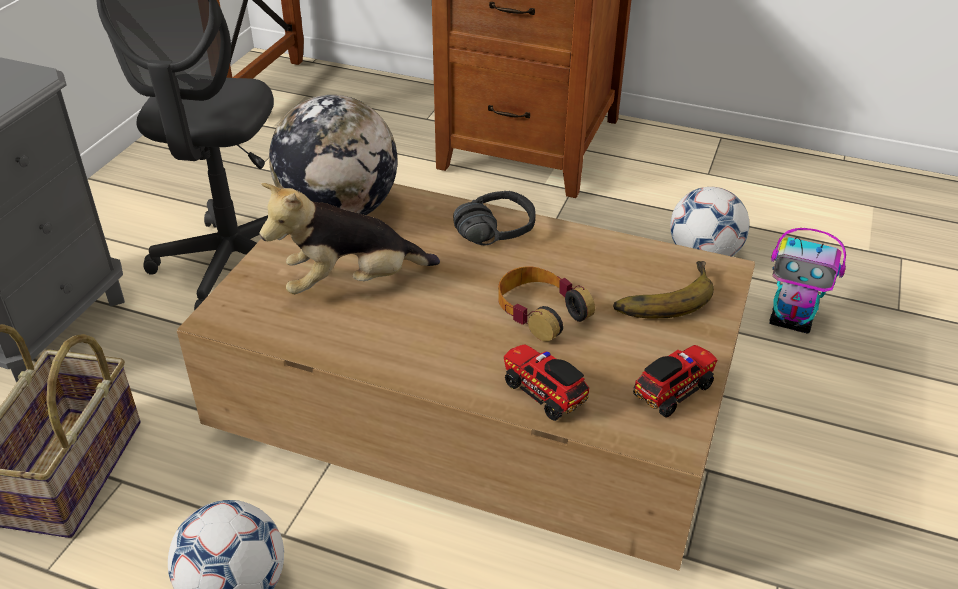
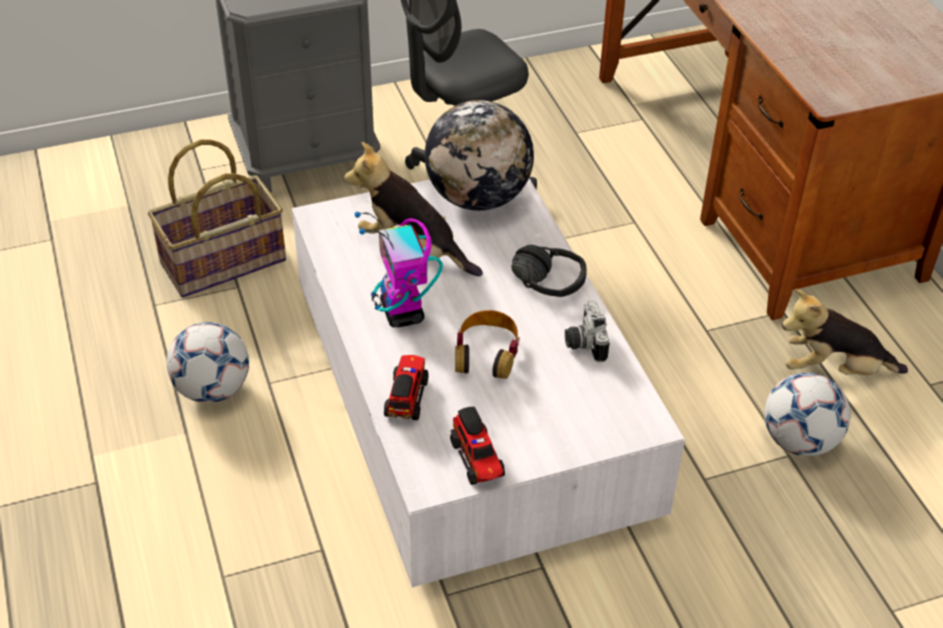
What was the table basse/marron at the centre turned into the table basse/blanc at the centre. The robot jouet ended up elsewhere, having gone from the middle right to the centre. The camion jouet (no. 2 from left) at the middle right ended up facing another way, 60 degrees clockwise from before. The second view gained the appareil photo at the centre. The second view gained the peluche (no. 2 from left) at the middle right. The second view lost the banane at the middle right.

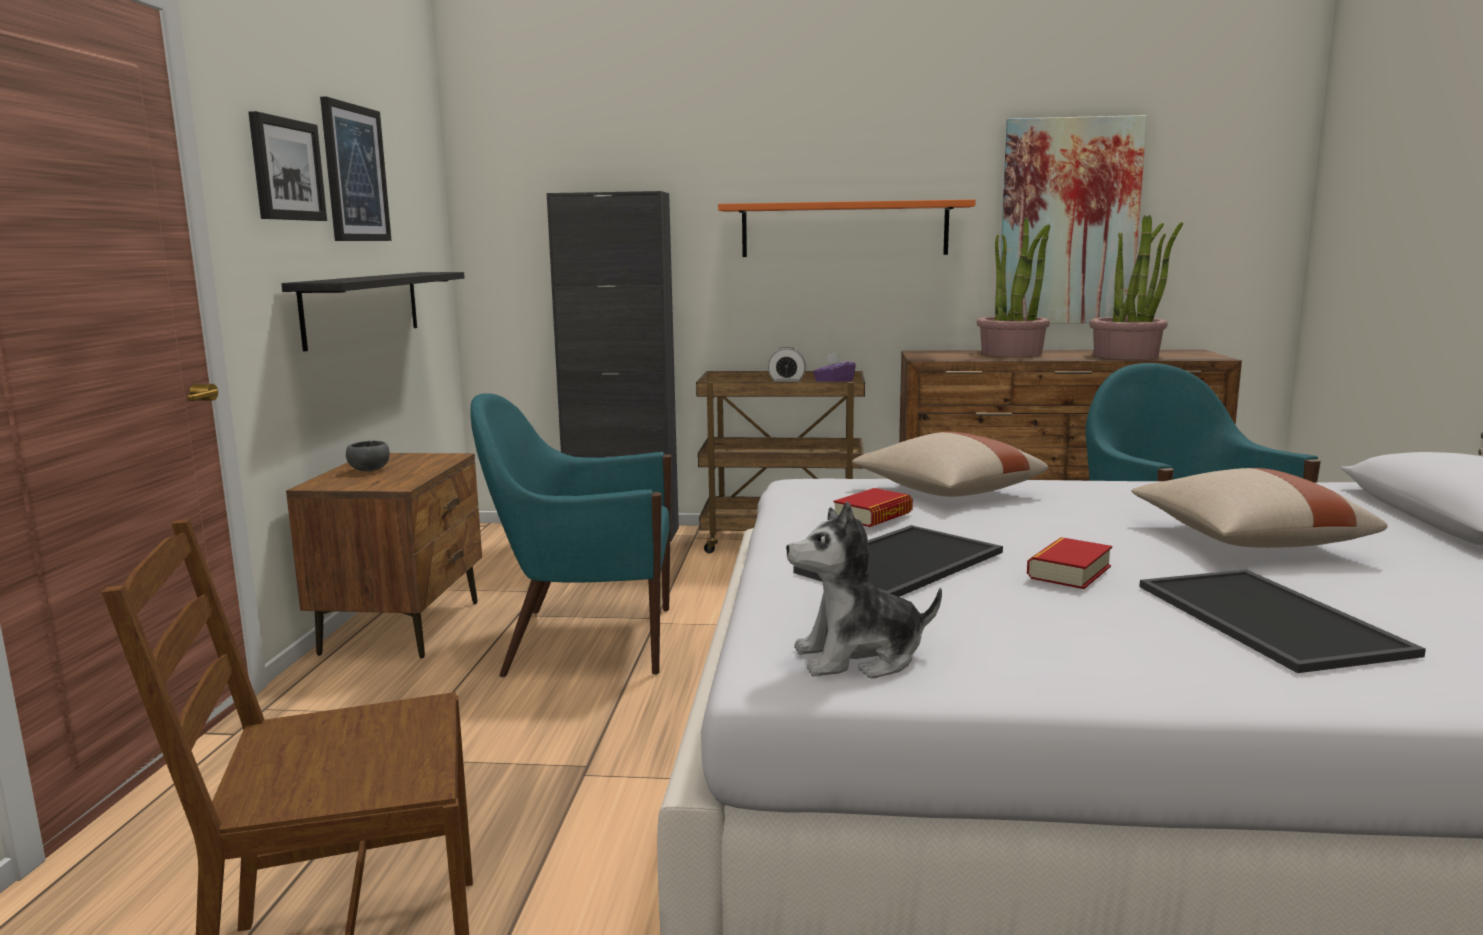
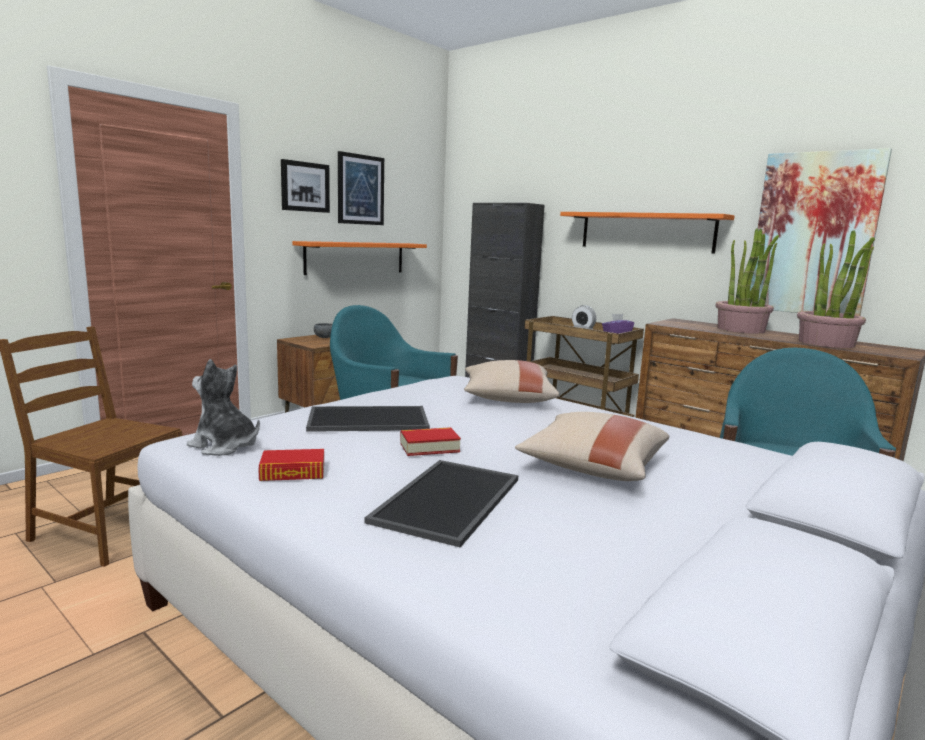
The livre (no. 1 from left) ended up elsewhere, having gone from the centre to the middle left. What was the étagère/noir at the top left turned into the étagère/orange (no. 1 from left) at the centre.

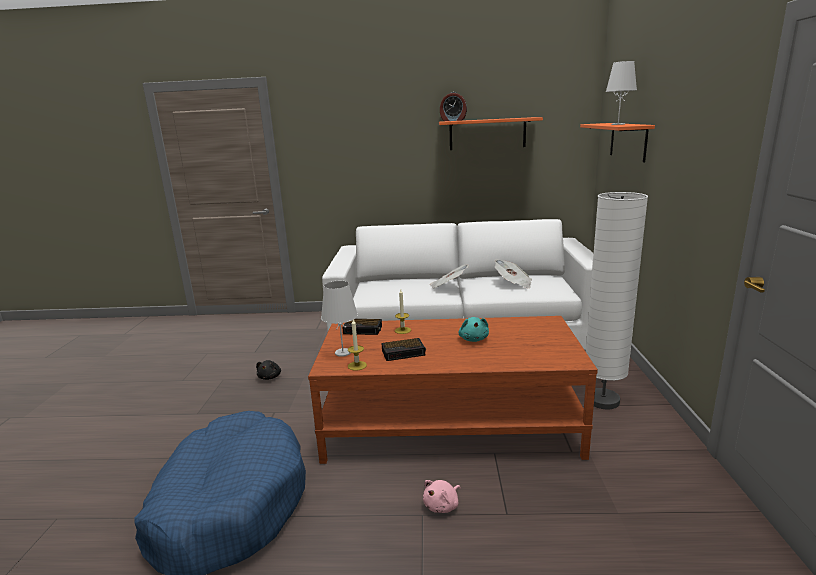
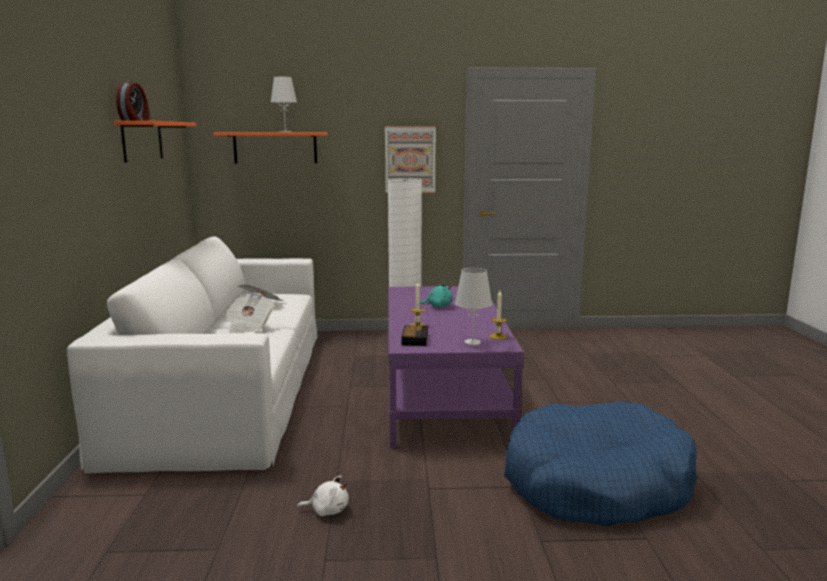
What was the peluche/noir at the middle left turned into the peluche/blanc at the bottom centre. The second view gained the tableau at the top centre. What was the table basse/marron at the bottom centre turned into the table basse/violet at the centre. The second view lost the réveil (no. 2 from left) at the centre. The second view lost the peluche/rose at the bottom centre.

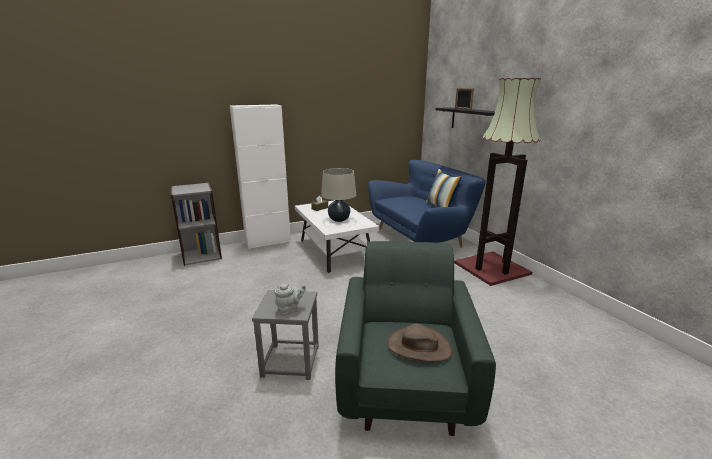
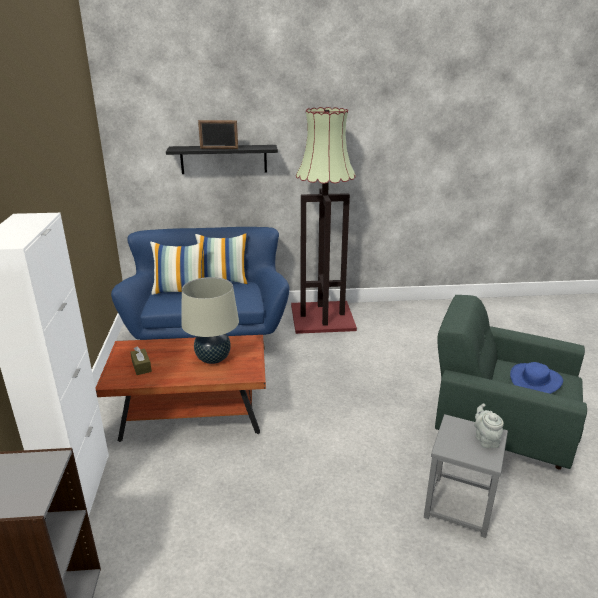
What was the table basse/blanc at the centre turned into the table basse/marron at the middle left. The second view gained the coussin (no. 1 from left) at the middle left. What was the chapeau/marron at the bottom centre turned into the chapeau/bleu at the middle right.

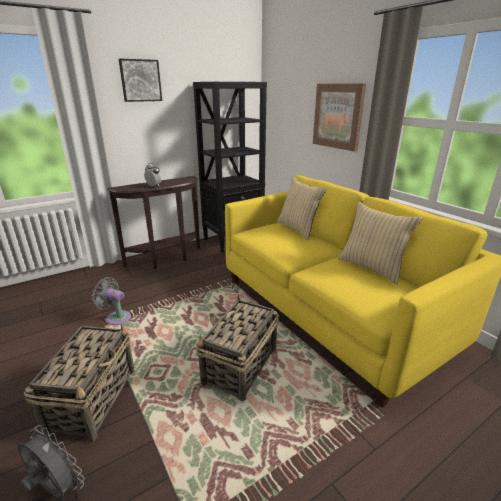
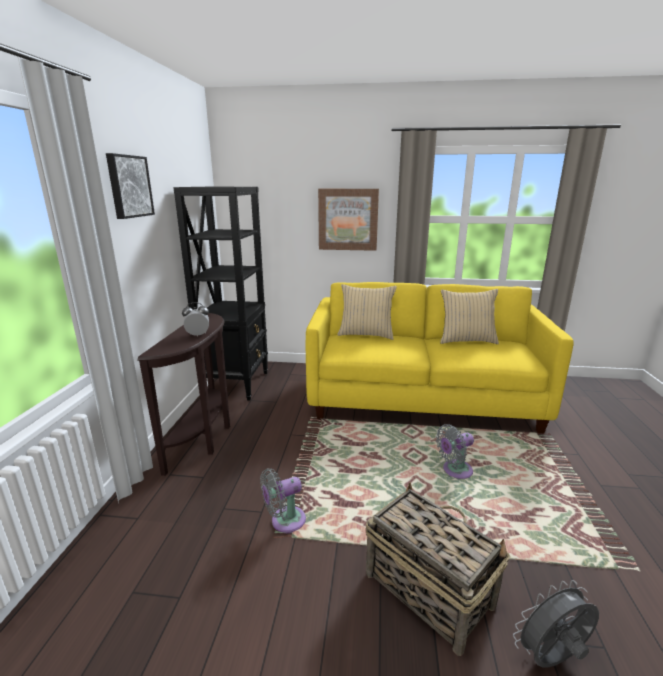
Where the panier (no. 2 from left) stood at the bottom centre, the ventilateur/gris (no. 2 from left) came to stand at the bottom right.

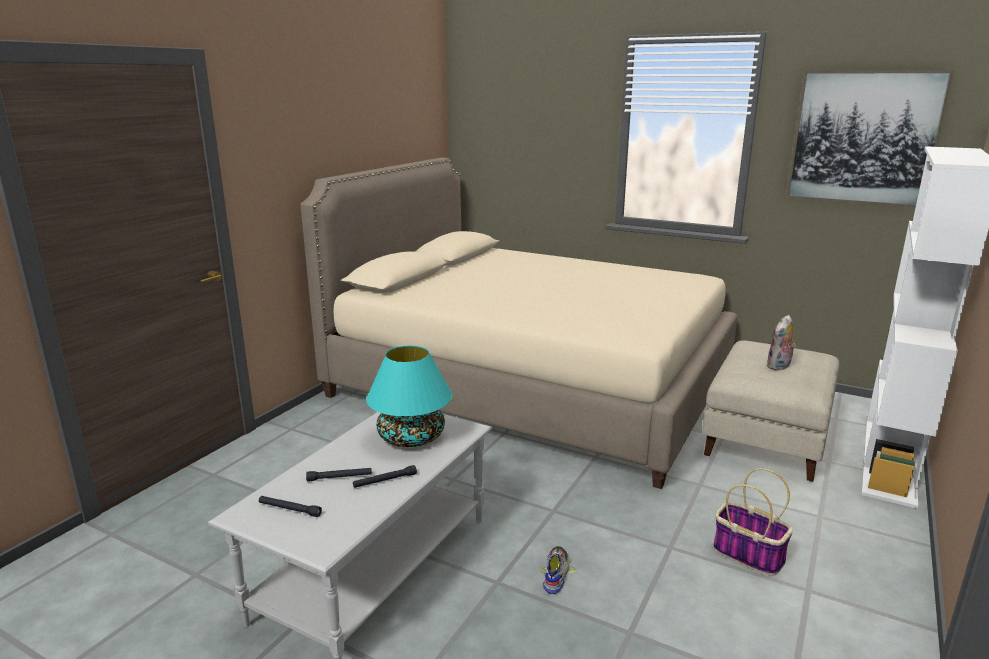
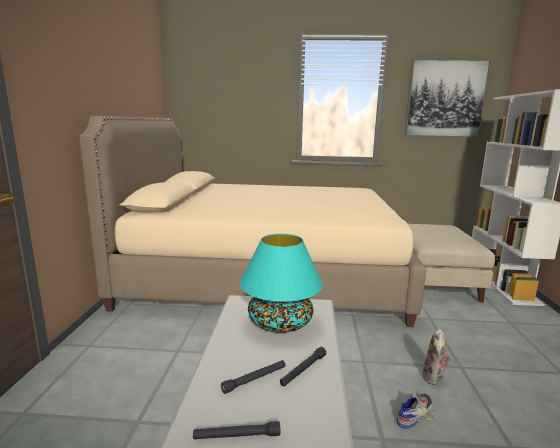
The chaussure at the bottom centre ended up facing another way, 60 degrees clockwise from before. The peluche ended up elsewhere, having gone from the middle right to the bottom right. The second view lost the panier at the bottom right.

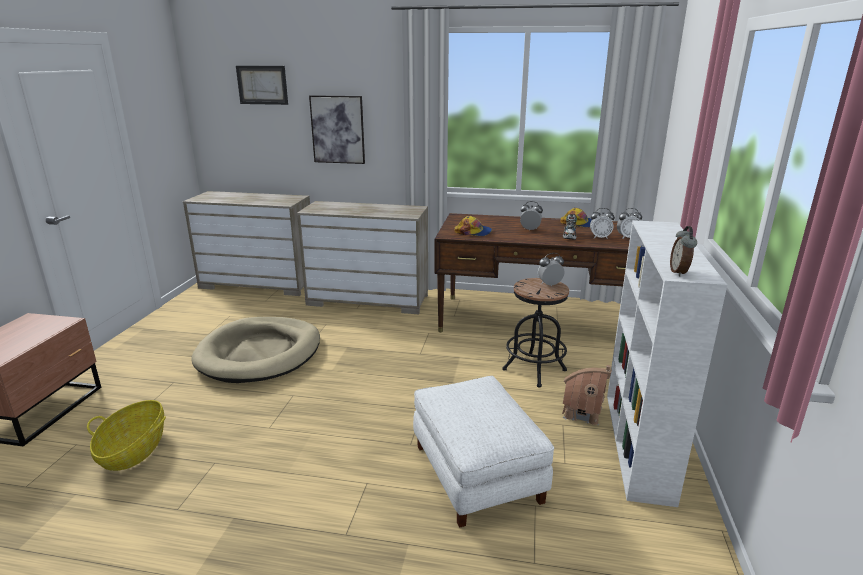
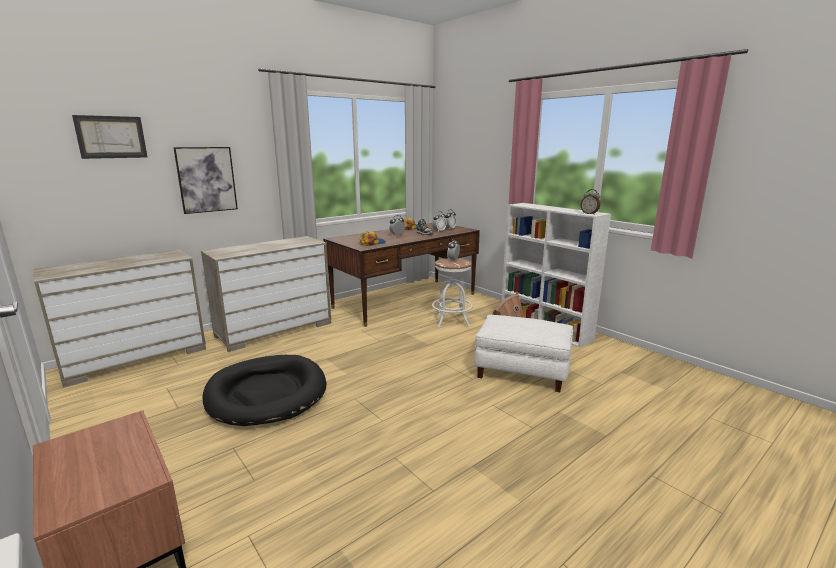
What was the panier pour chien/beige at the middle left turned into the panier pour chien/noir at the bottom left. What was the tabouret/noir at the centre turned into the tabouret/blanc at the centre. The second view lost the panier at the bottom left.

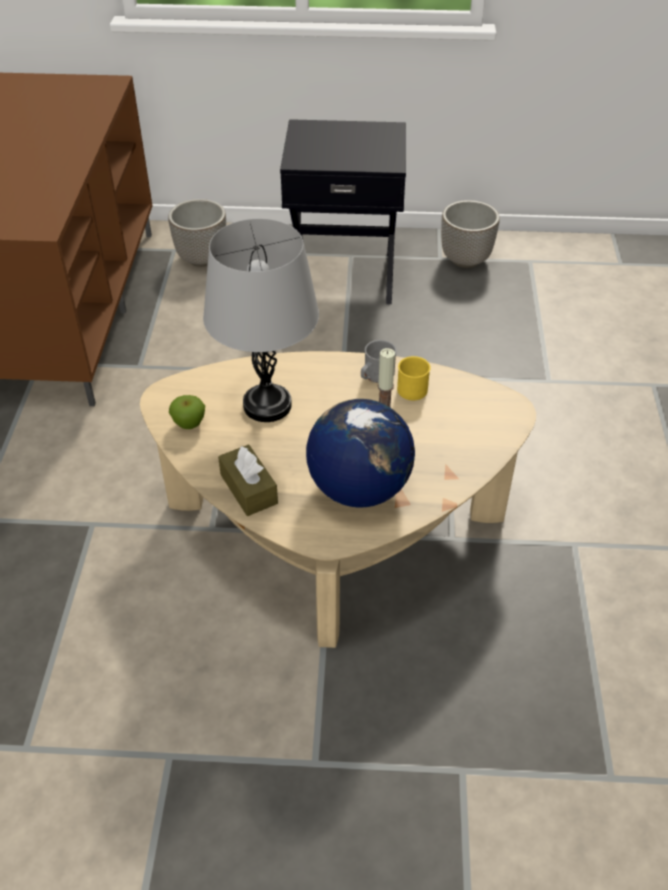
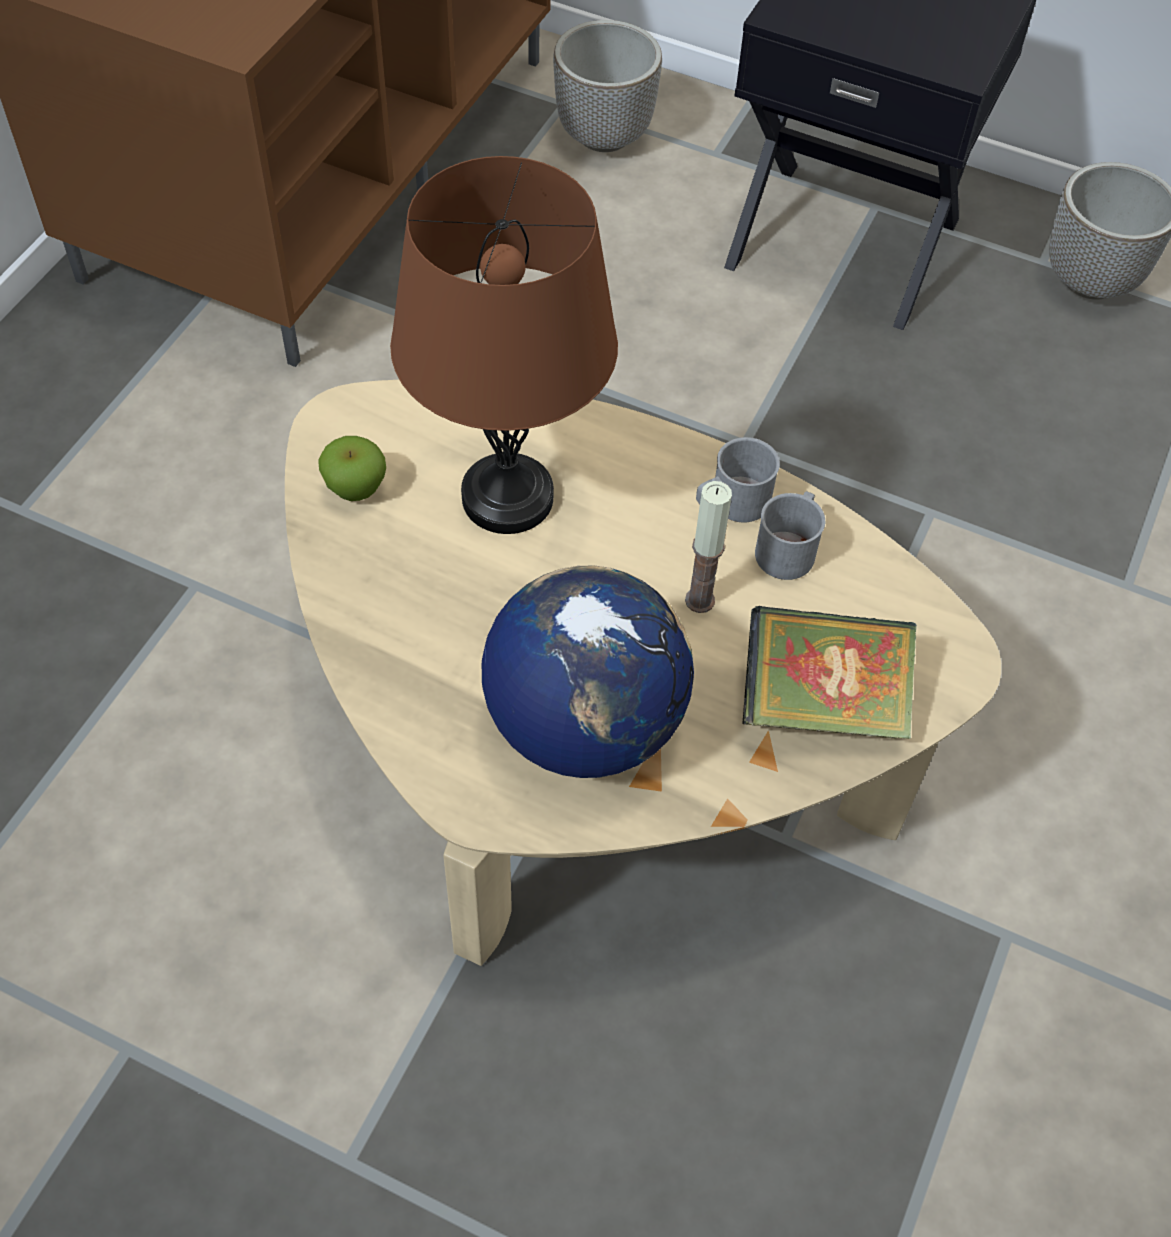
What was the lampe de table/gris at the centre turned into the lampe de table/marron at the top centre. The second view gained the livre at the middle right. What was the mug/jaune at the centre turned into the mug/gris (no. 2 from left) at the middle right. The second view lost the boîte à mouchoirs/marron at the centre.

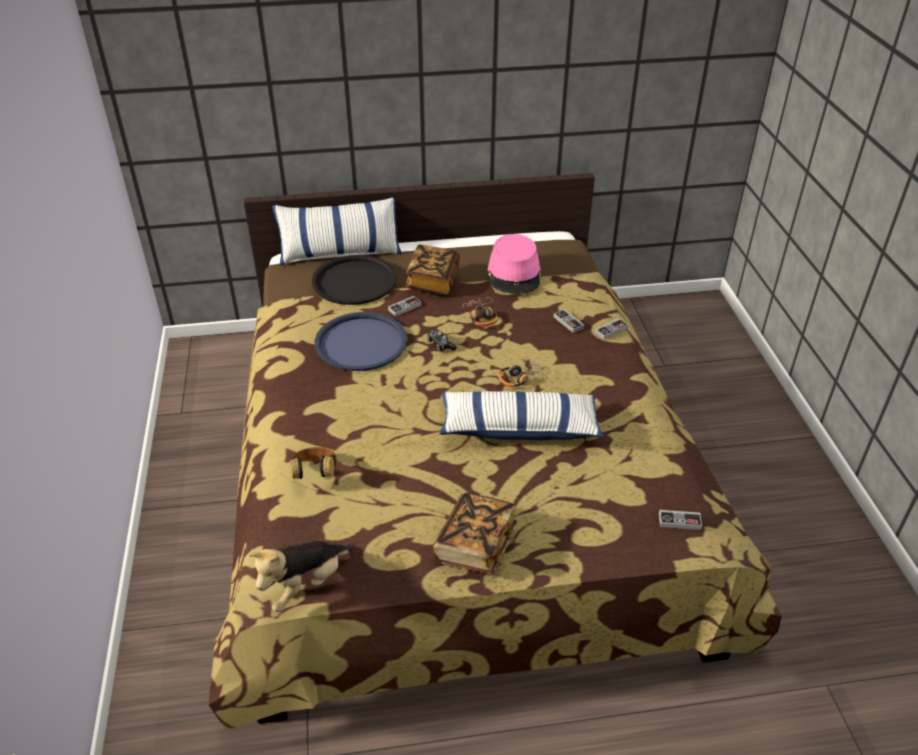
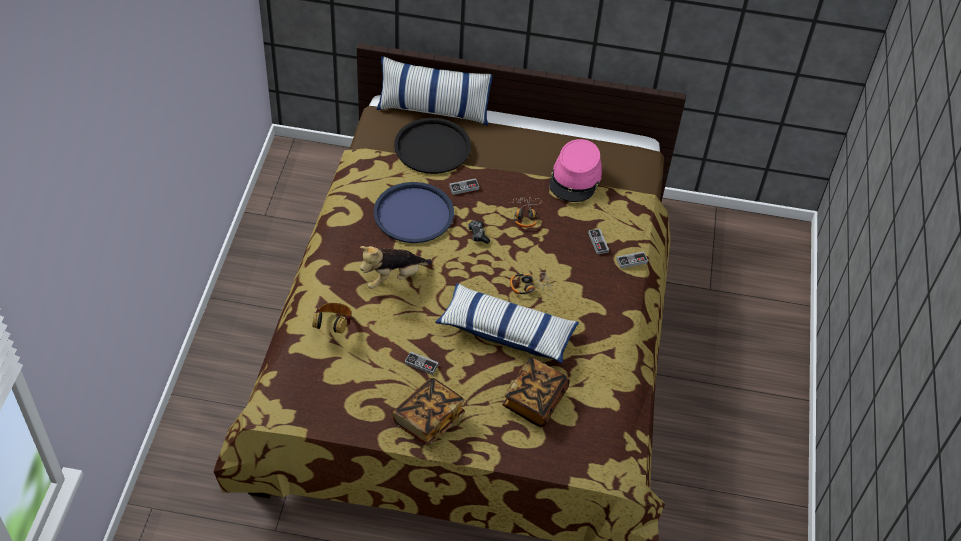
The peluche ended up elsewhere, having gone from the bottom left to the centre. The manette (no. 5 from left in the first image) ended up elsewhere, having gone from the bottom right to the bottom centre. The livre (no. 1 from left in the first image) ended up elsewhere, having gone from the centre to the bottom centre.

